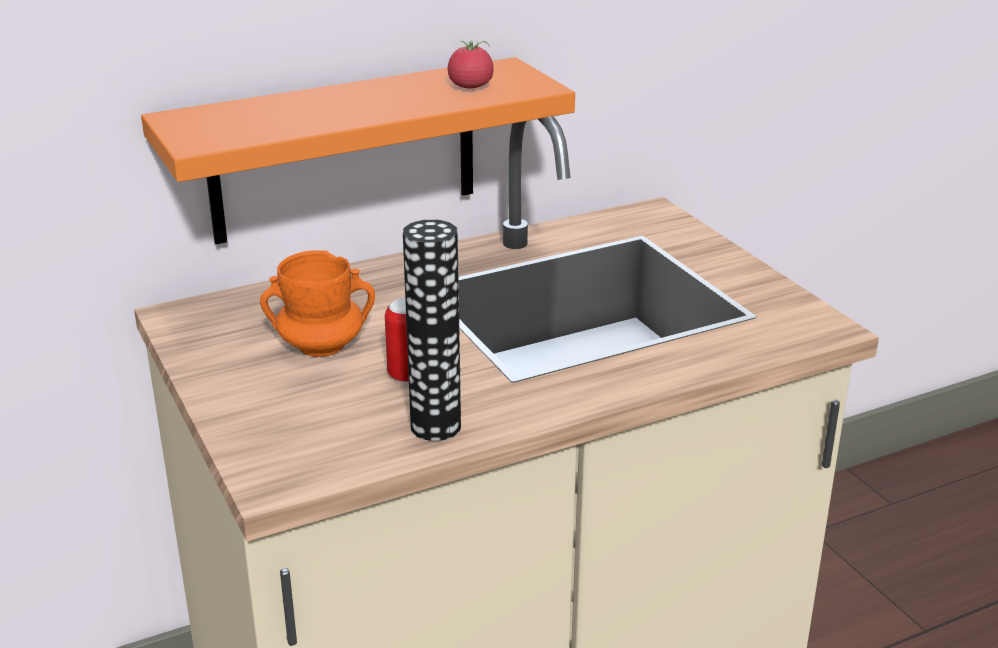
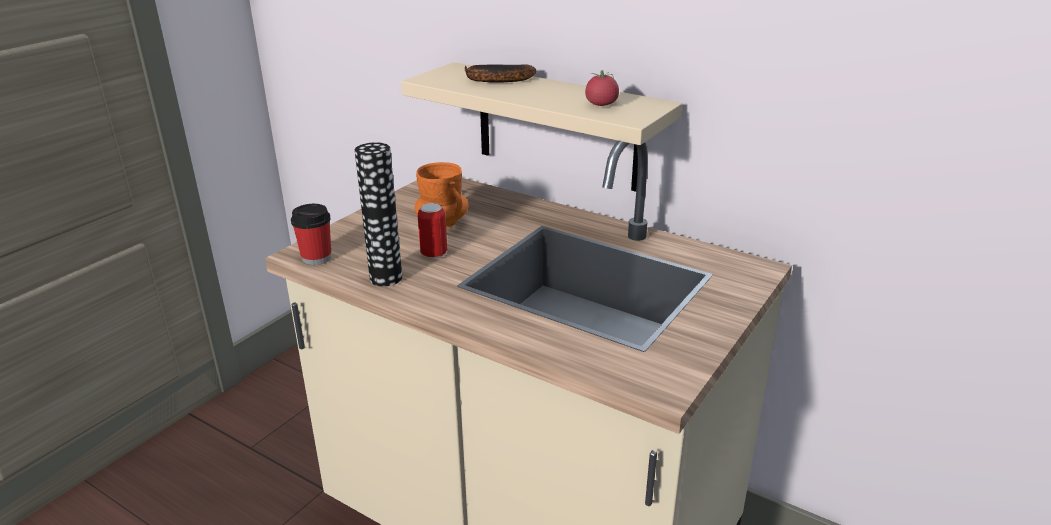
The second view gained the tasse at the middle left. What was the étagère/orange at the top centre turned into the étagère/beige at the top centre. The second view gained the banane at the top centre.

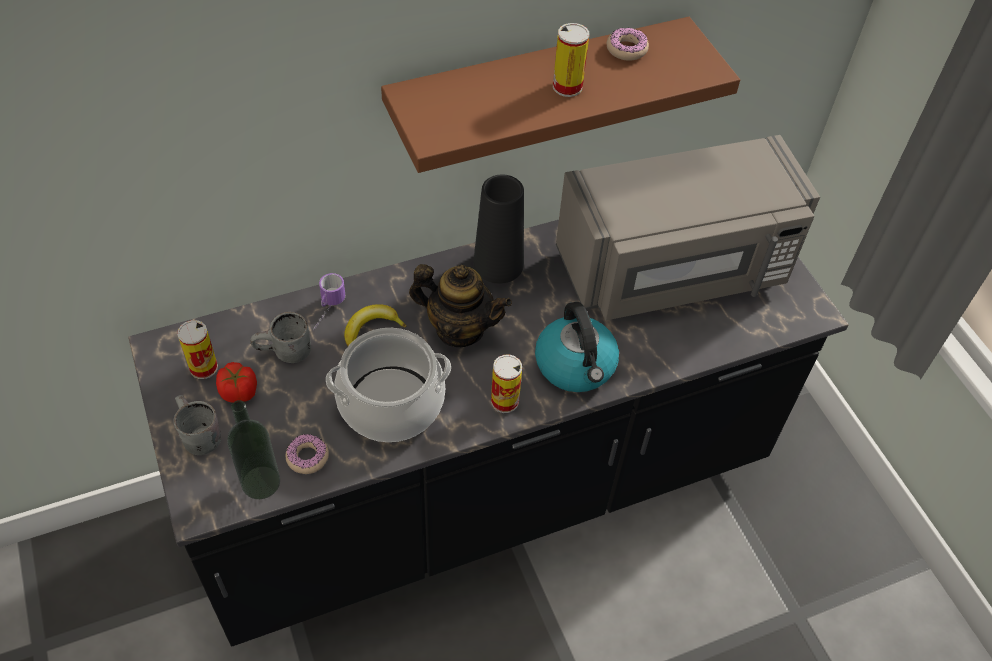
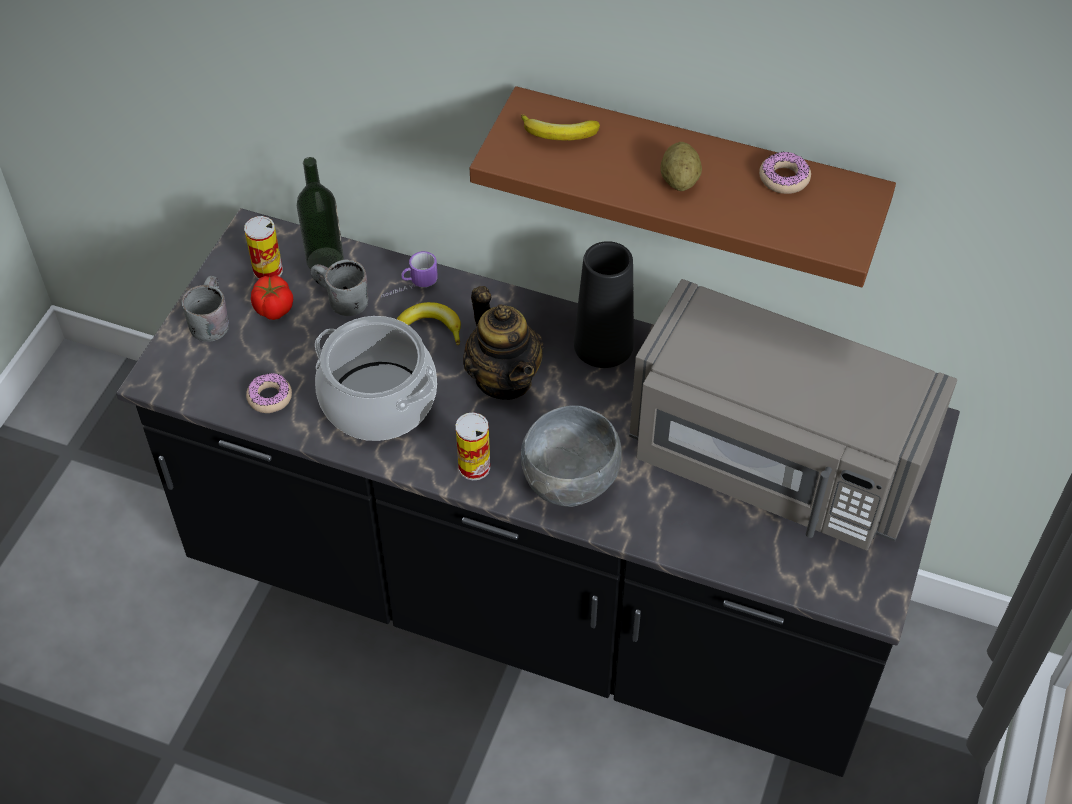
The bouteille ended up elsewhere, having gone from the bottom left to the top left. The second view gained the banane (no. 2 from left) at the top centre. Where the bouilloire stood at the centre, the bol/gris came to stand at the centre. Where the boîte métallique (no. 3 from left) stood at the top centre, the pomme de terre came to stand at the top centre.

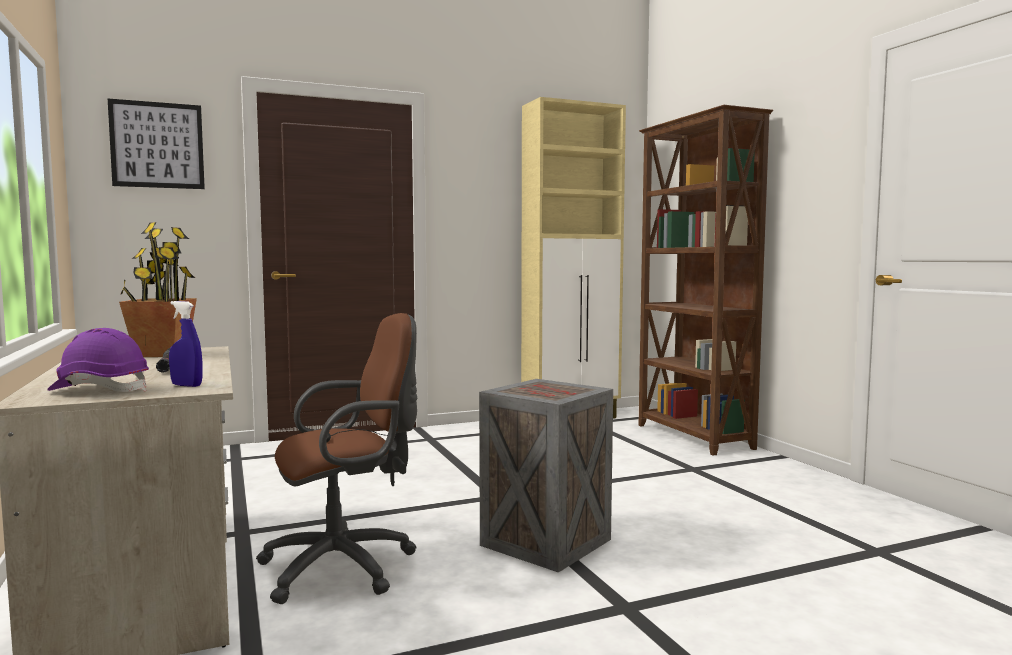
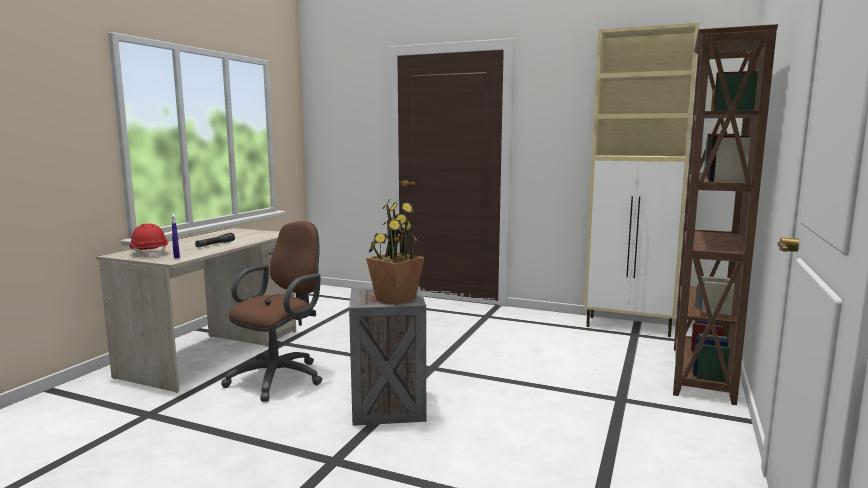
What was the casque de chantier/violet at the middle left turned into the casque de chantier/rouge at the middle left. The chaise de bureau/marron at the bottom left ended up facing another way, 75 degrees counterclockwise from before. The plante en pot ended up elsewhere, having gone from the middle left to the centre. The second view lost the tableau at the top left.

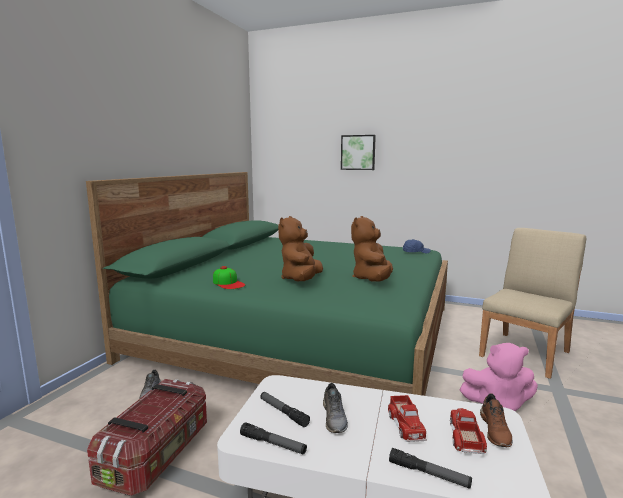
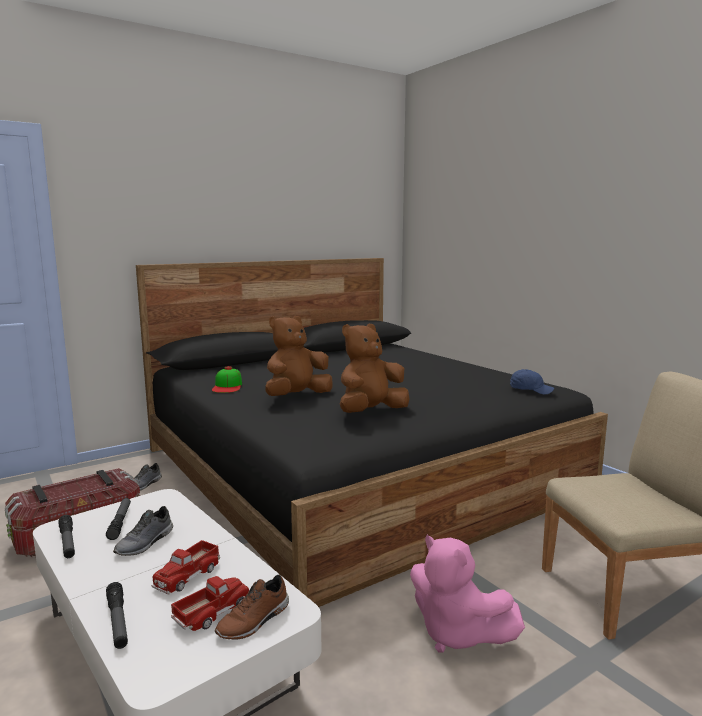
What was the lit/vert at the centre turned into the lit/noir at the centre. The second view lost the tableau at the top centre.

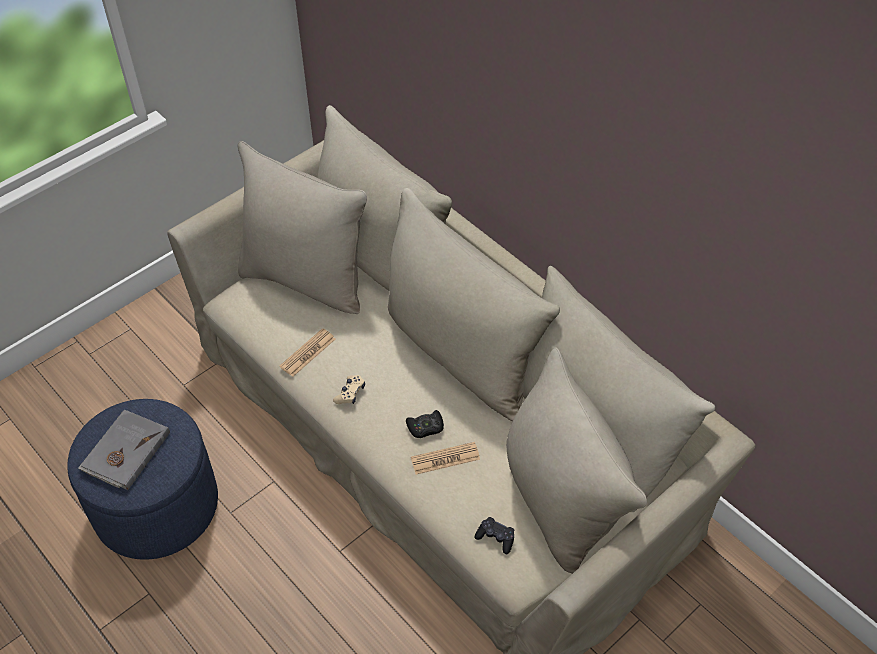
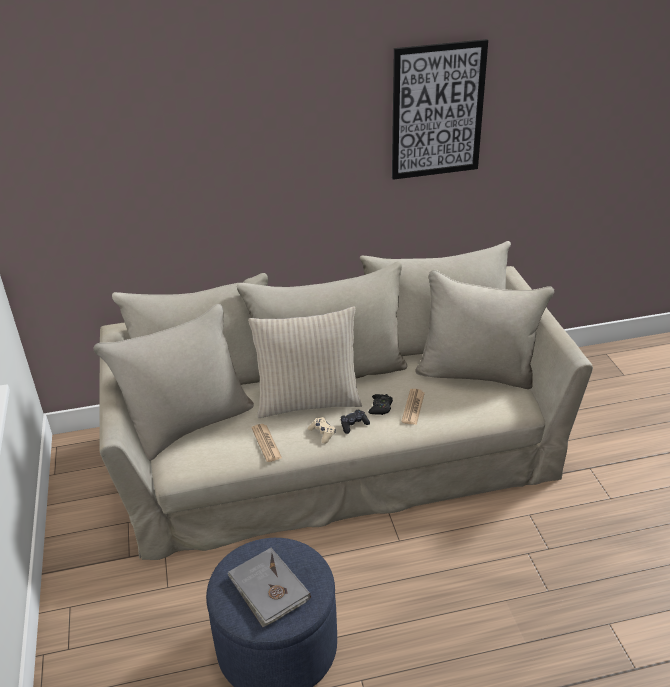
The second view gained the coussin/beige at the centre. The manette/noir (no. 2 from left in the first image) ended up elsewhere, having gone from the bottom centre to the centre. The second view gained the tableau at the top centre.

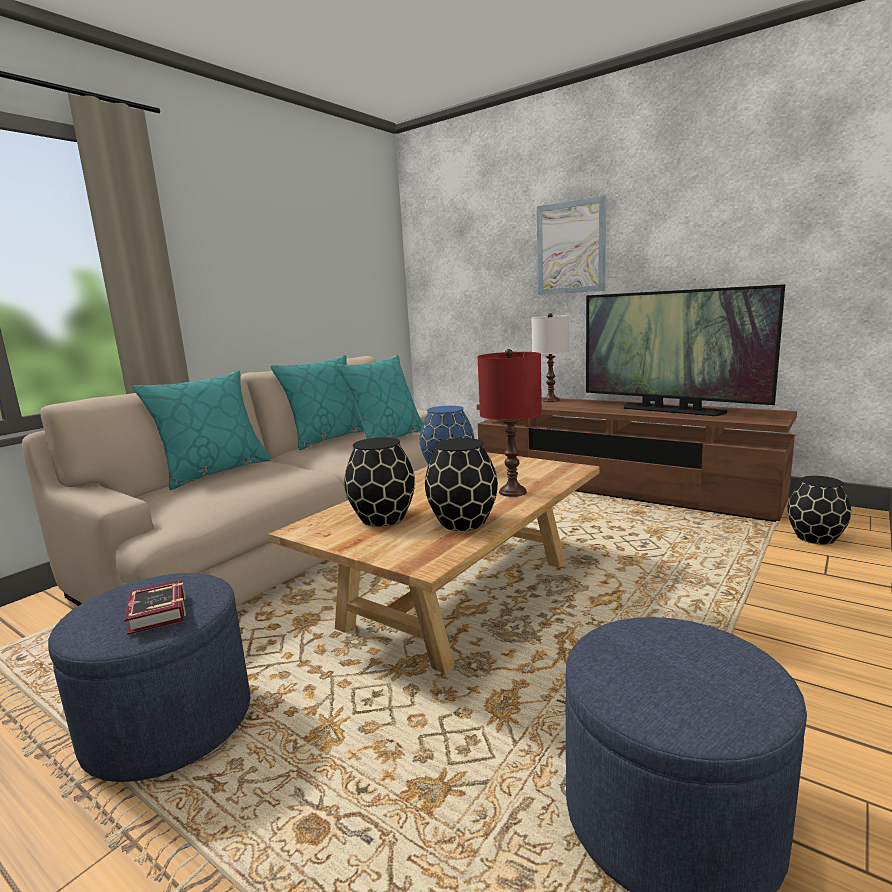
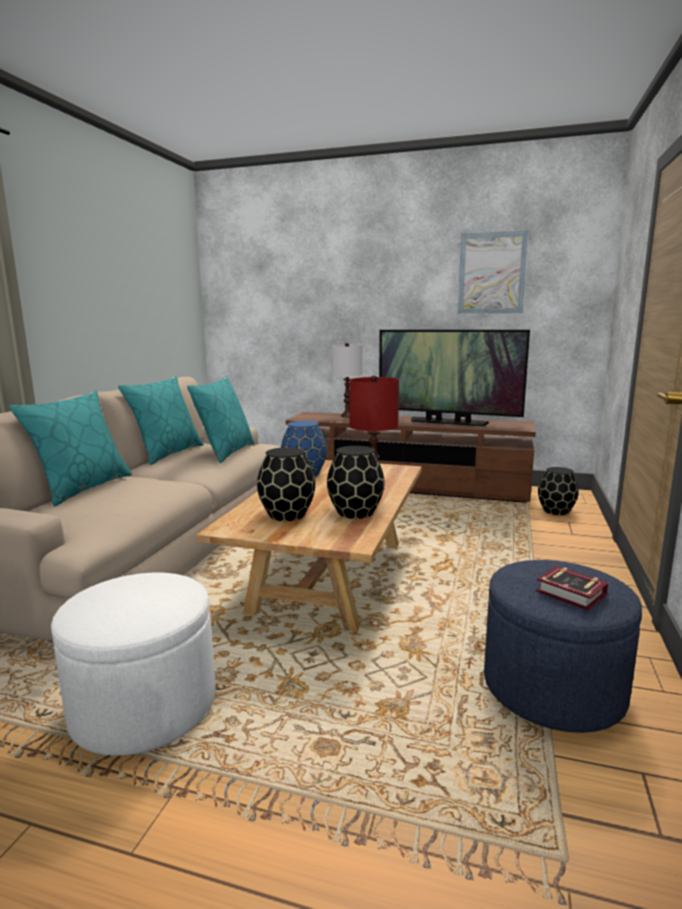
What was the pouf/bleu (no. 1 from left) at the bottom left turned into the pouf/blanc at the bottom left. The tableau ended up elsewhere, having gone from the top centre to the top right. The livre ended up elsewhere, having gone from the bottom left to the middle right.

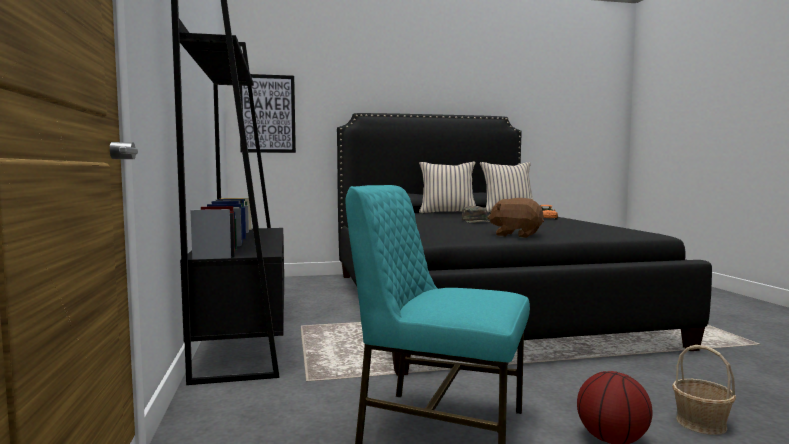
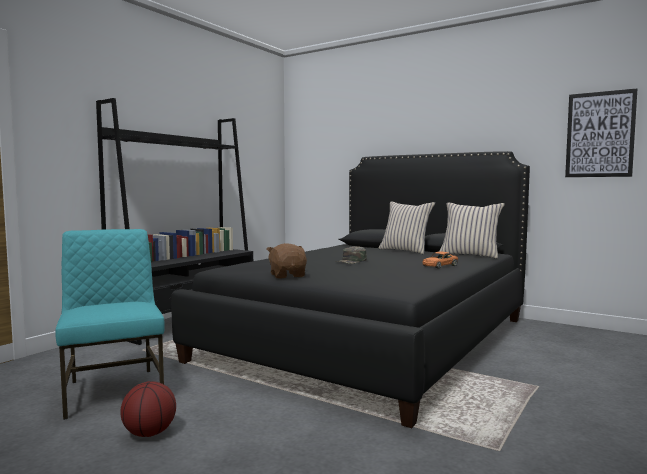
The tableau ended up elsewhere, having gone from the top centre to the top right. The second view lost the panier at the bottom right.

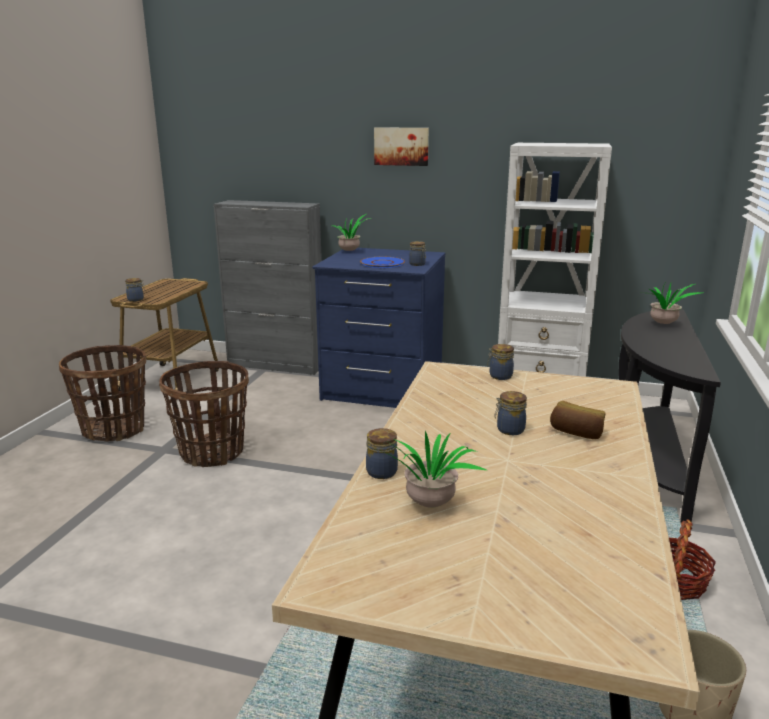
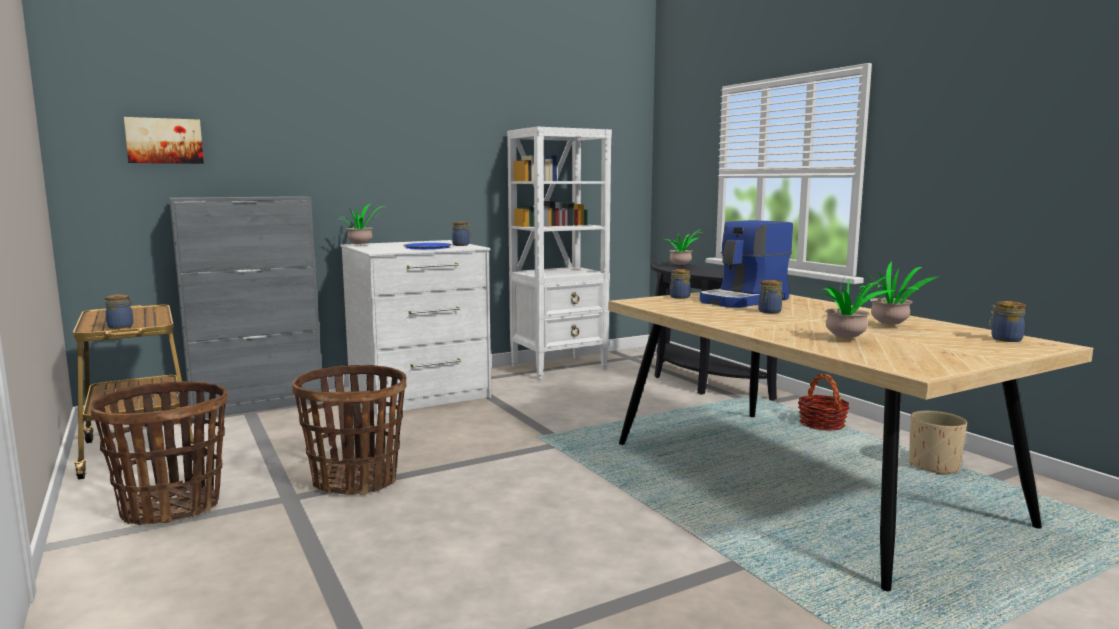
The tableau ended up elsewhere, having gone from the top centre to the top left. What was the commode/bleu at the centre turned into the commode/blanc at the centre. The second view gained the machine à café at the middle right. The second view gained the plante en pot (no. 4 from left) at the middle right. The bocal (no. 2 from left in the first image) ended up elsewhere, having gone from the centre to the middle right. The second view lost the pain at the middle right.

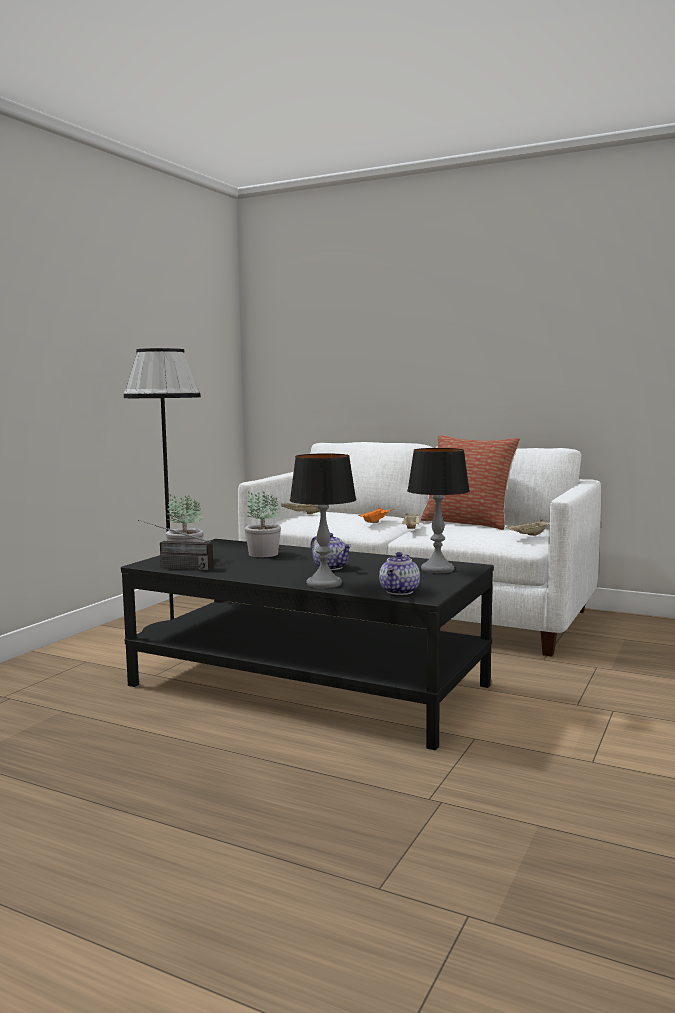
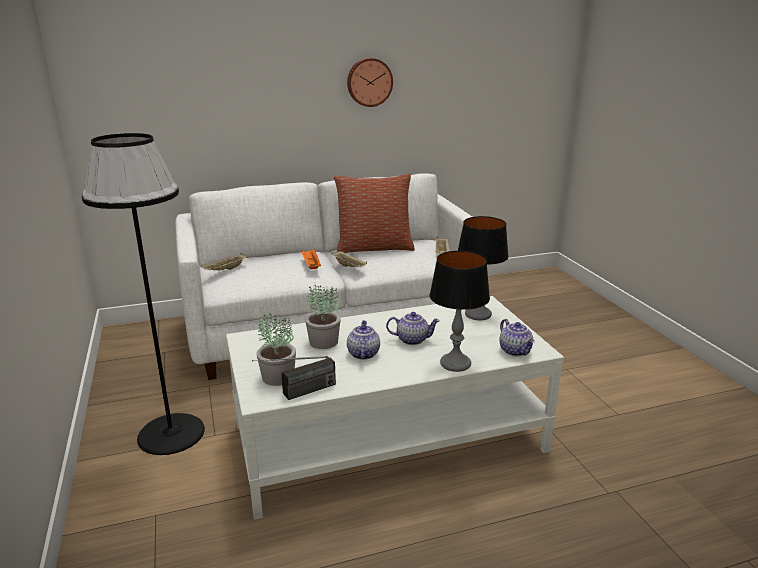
What was the table basse/noir at the centre turned into the table basse/blanc at the bottom centre. The second view gained the horloge murale at the top centre. The second view gained the théière (no. 1 from left) at the centre.

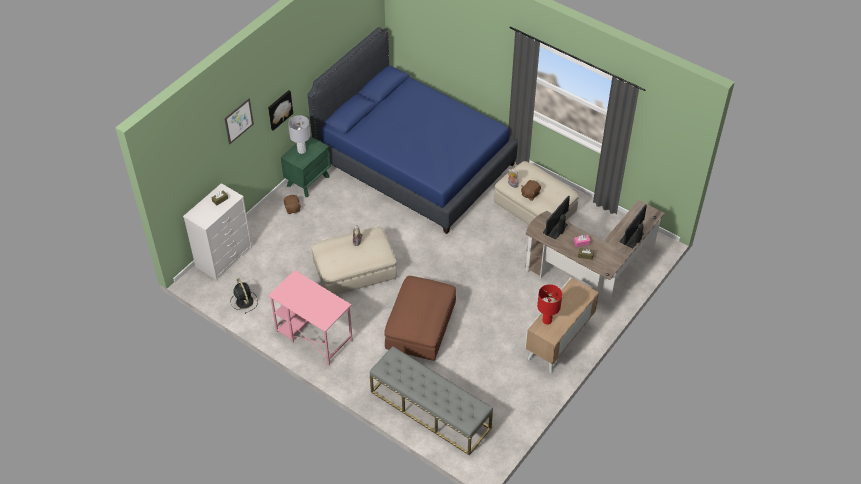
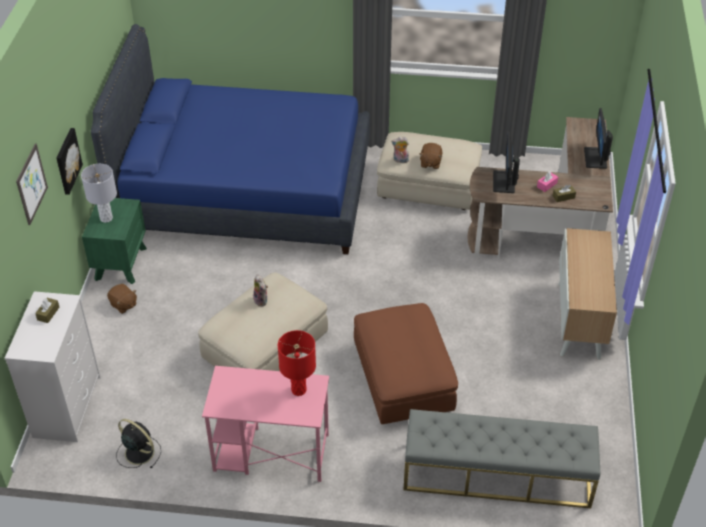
The lampe de table/rouge ended up elsewhere, having gone from the centre to the bottom centre.

